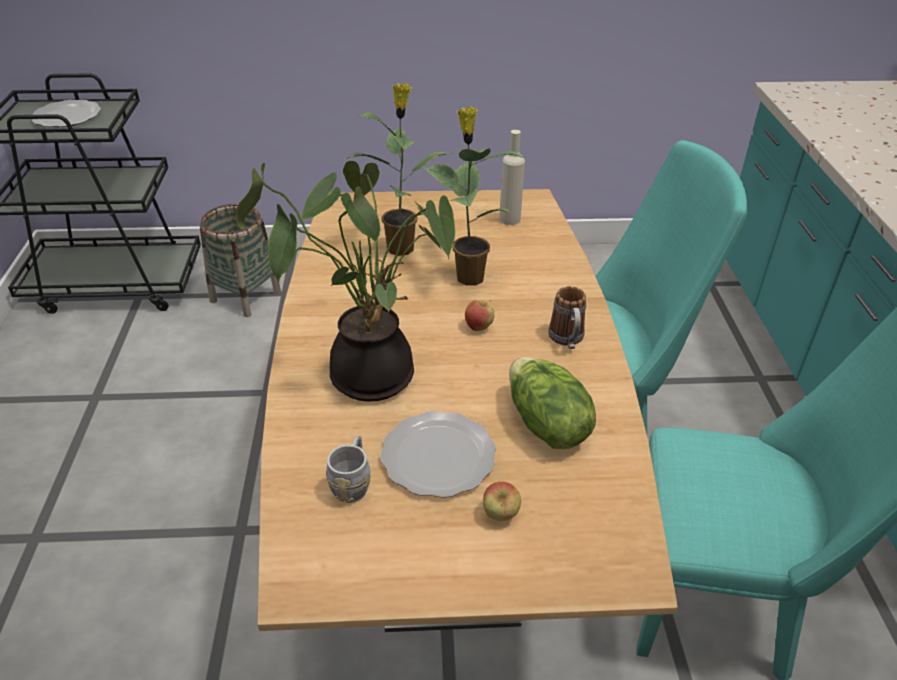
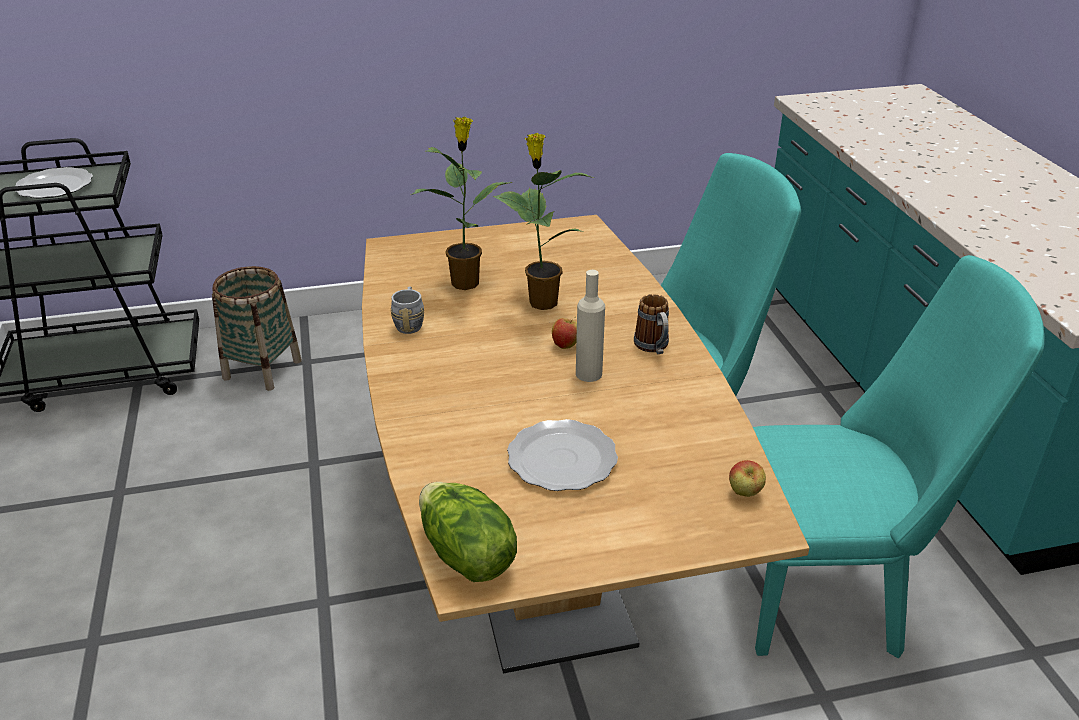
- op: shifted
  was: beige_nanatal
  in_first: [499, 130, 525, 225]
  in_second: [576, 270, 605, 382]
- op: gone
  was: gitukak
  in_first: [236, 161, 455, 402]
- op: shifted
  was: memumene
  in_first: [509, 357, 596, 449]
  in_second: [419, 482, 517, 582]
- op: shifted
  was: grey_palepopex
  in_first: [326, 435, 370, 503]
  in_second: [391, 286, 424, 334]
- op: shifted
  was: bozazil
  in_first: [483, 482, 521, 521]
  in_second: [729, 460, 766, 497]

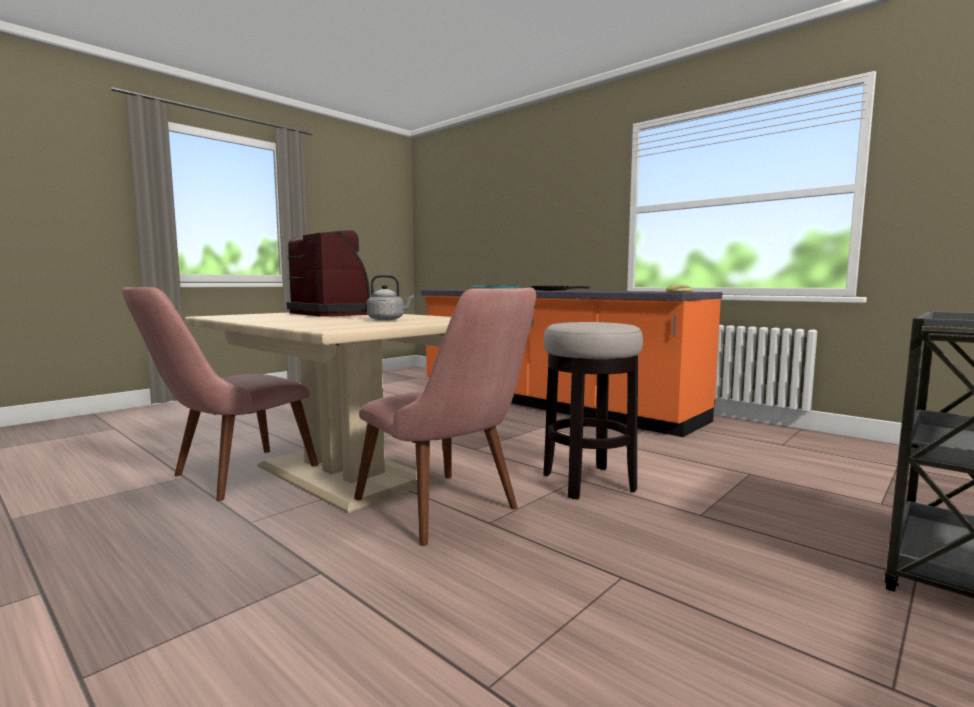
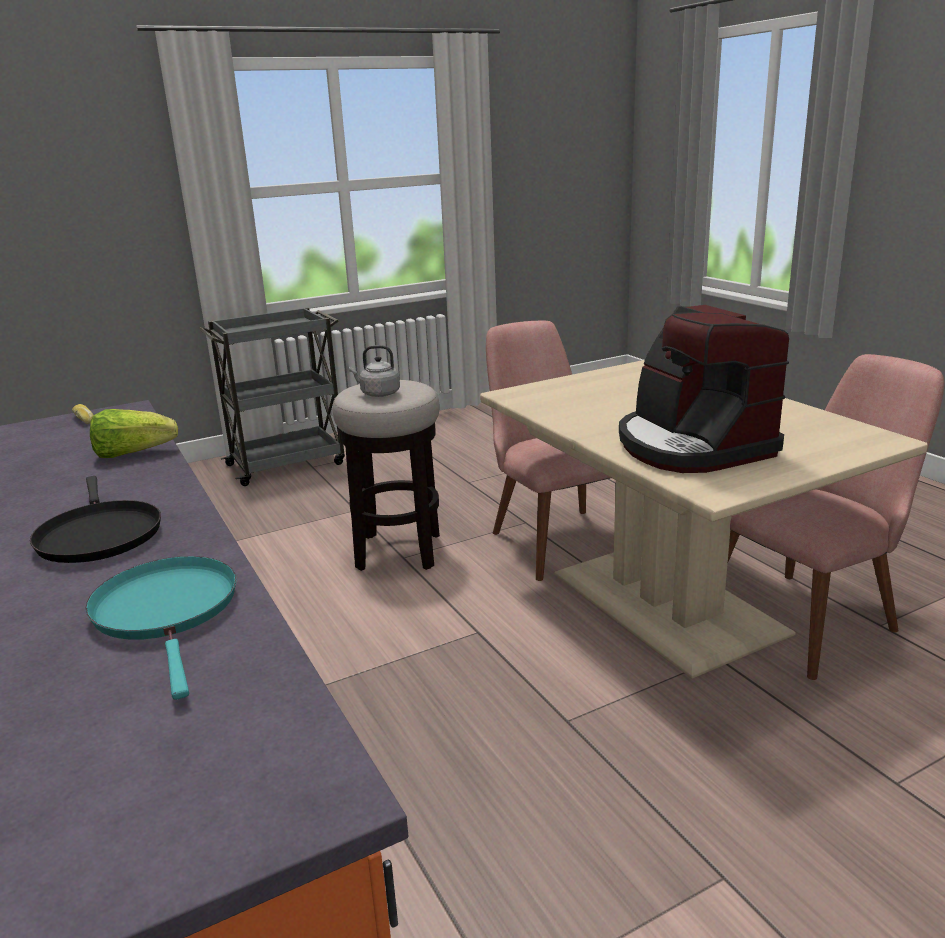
- op: shifted
  was: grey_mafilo
  in_first: [367, 275, 414, 320]
  in_second: [349, 345, 400, 397]
- op: new
  now: memumene
  in_second: [90, 409, 178, 458]

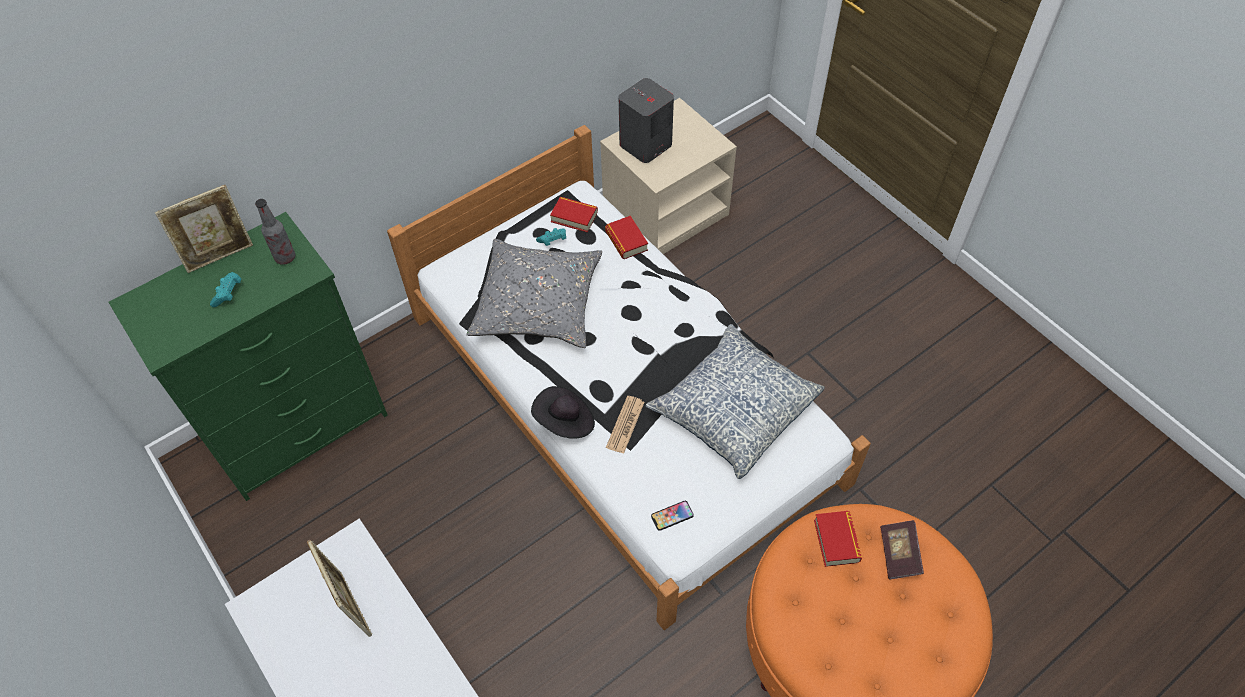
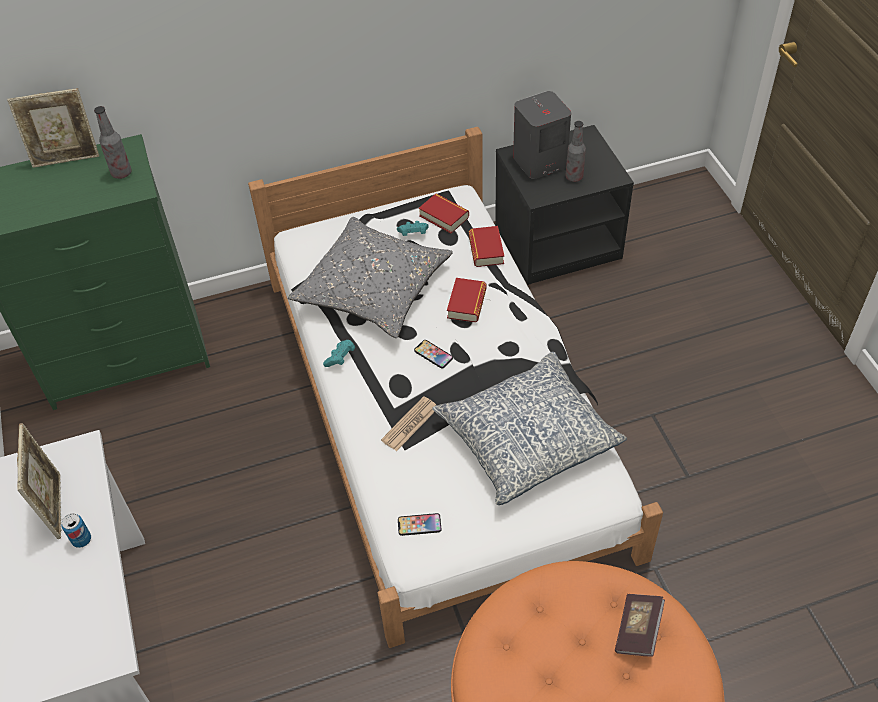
- op: repainted
  was: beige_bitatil
  now: black_bitatil
  in_first: [600, 98, 737, 254]
  in_second: [495, 125, 634, 285]
- op: shifted
  was: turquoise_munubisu
  in_first: [210, 272, 242, 307]
  in_second: [323, 340, 355, 367]
- op: gone
  was: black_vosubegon
  in_first: [531, 386, 595, 439]
- op: shifted
  was: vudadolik
  in_first: [814, 511, 862, 567]
  in_second: [447, 278, 486, 322]
- op: new
  now: nanatal
  in_second: [566, 121, 586, 182]
- op: new
  now: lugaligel
  in_second: [414, 340, 453, 368]
- op: new
  now: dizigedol
  in_second: [62, 514, 91, 548]

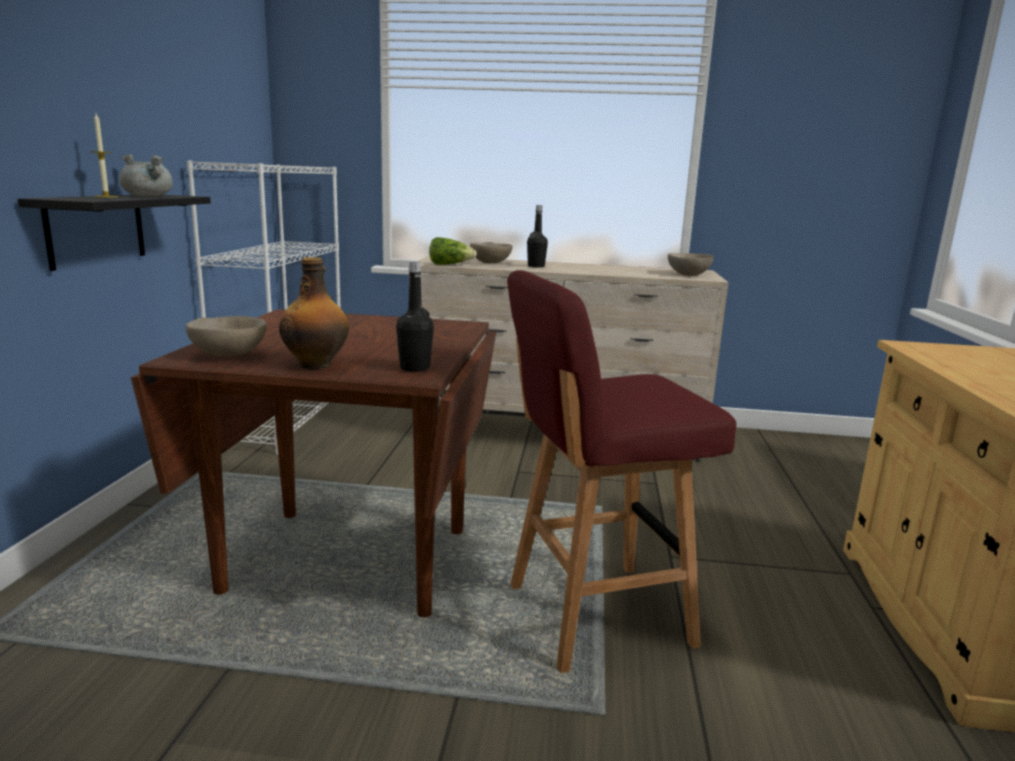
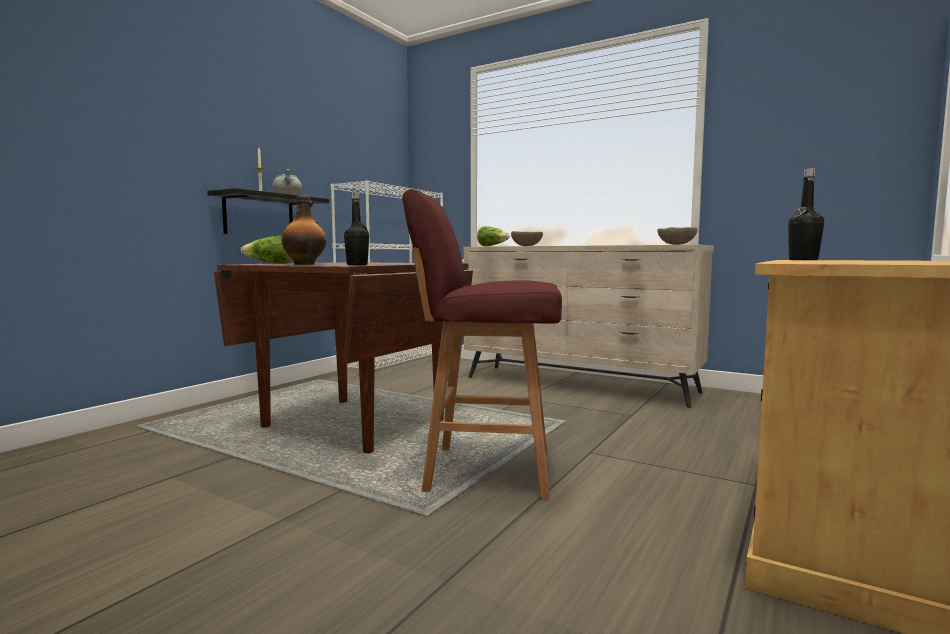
- op: shifted
  was: black_nanatal
  in_first: [527, 205, 548, 268]
  in_second: [788, 168, 824, 260]
- op: swapped
  was: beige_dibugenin
  now: memumene
  in_first: [186, 316, 267, 357]
  in_second: [241, 236, 292, 264]

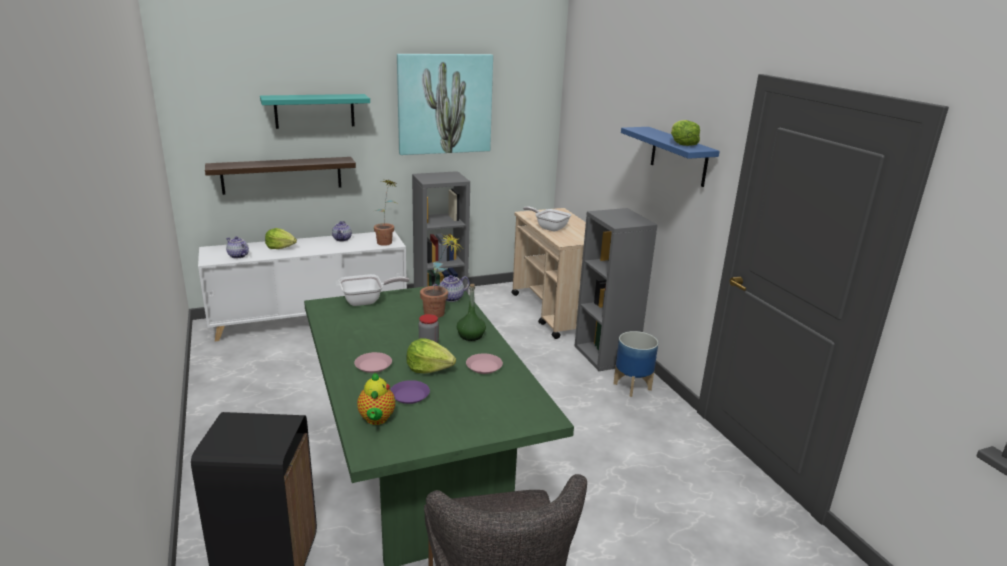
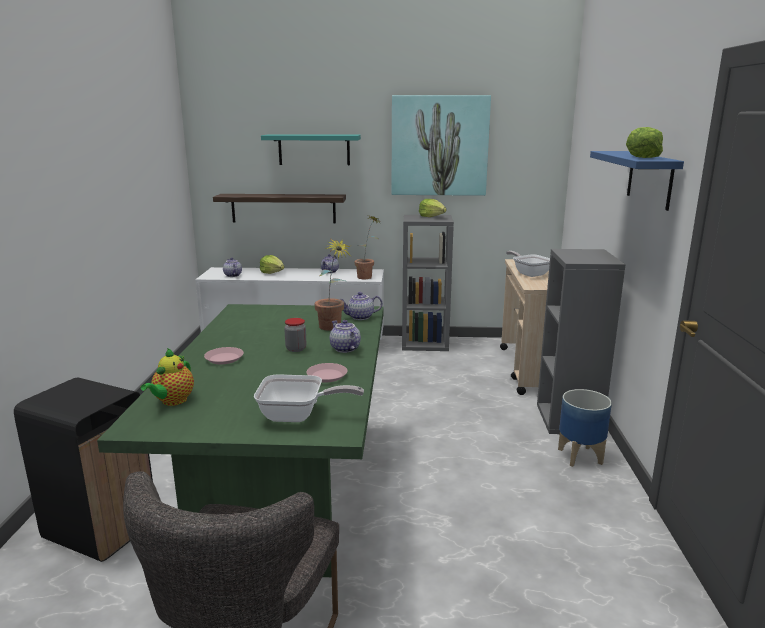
- op: shifted
  was: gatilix
  in_first: [339, 274, 409, 306]
  in_second: [254, 374, 364, 422]
- op: swapped
  was: green_nanatal
  now: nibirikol
  in_first: [457, 284, 486, 341]
  in_second: [330, 320, 361, 353]
- op: shifted
  was: memumene
  in_first: [406, 338, 456, 374]
  in_second: [419, 199, 447, 217]
- op: gone
  was: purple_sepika
  in_first: [390, 380, 430, 404]

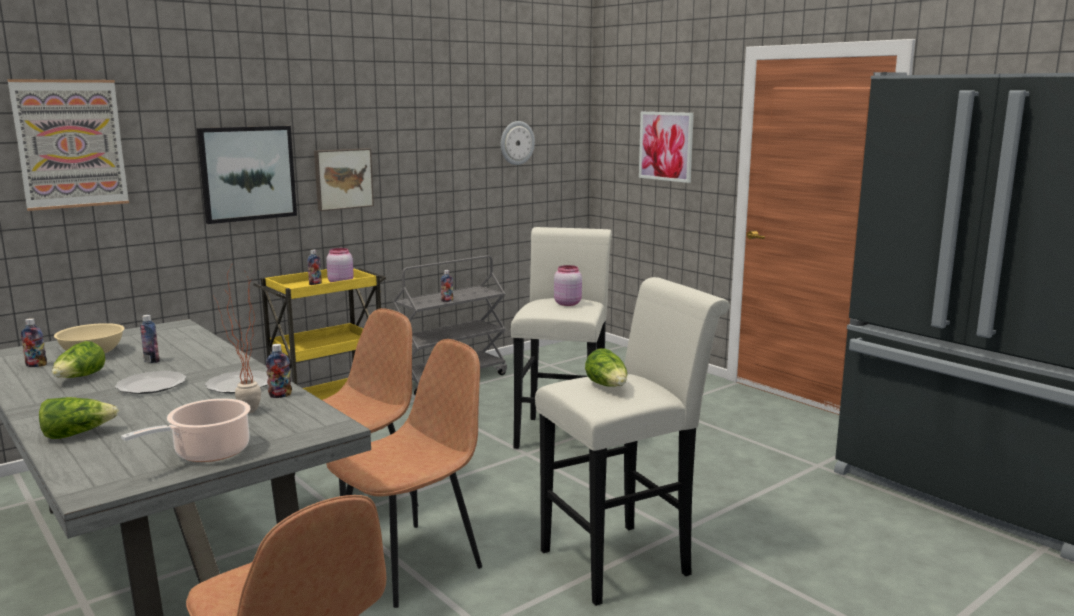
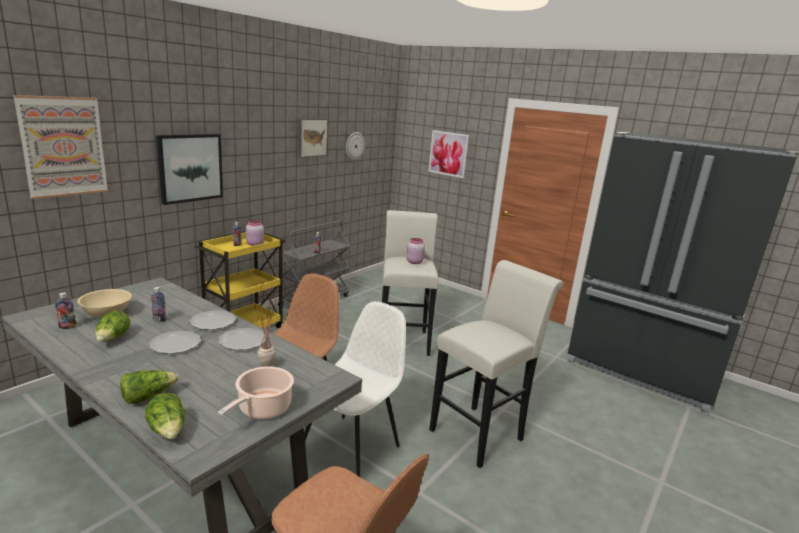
- op: shifted
  was: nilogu
  in_first: [314, 148, 374, 211]
  in_second: [297, 119, 328, 157]
- op: repainted
  was: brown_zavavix
  now: white_zavavix
  in_first: [327, 339, 482, 608]
  in_second: [304, 301, 406, 477]
- op: gone
  was: nanatal
  in_first: [266, 344, 292, 398]
- op: shifted
  was: memumene
  in_first: [585, 348, 627, 387]
  in_second: [145, 393, 185, 439]
- op: new
  now: sepika
  in_second: [190, 310, 236, 330]

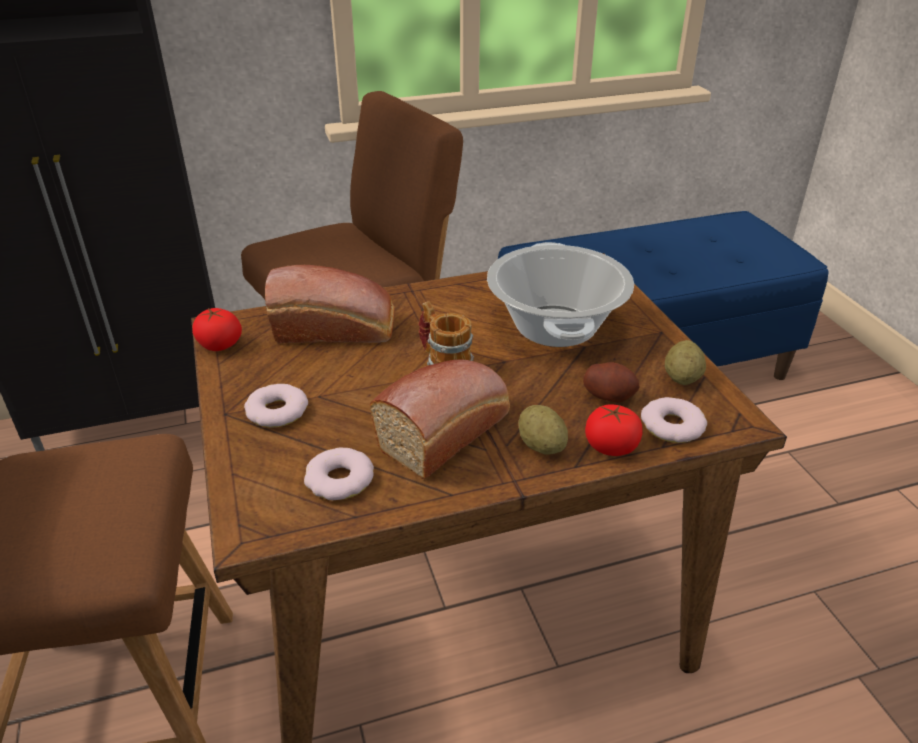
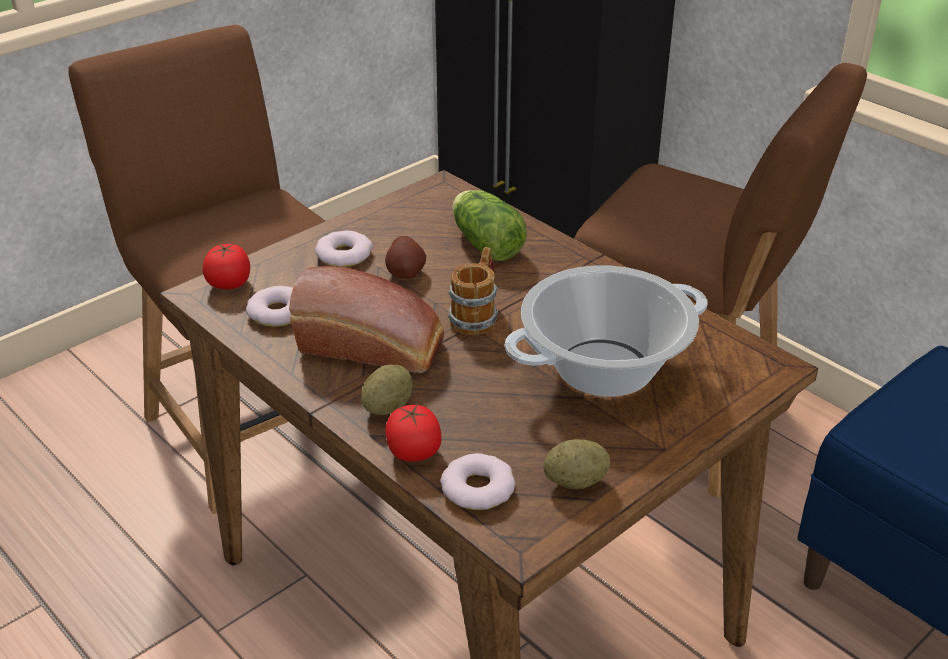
- op: swapped
  was: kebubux
  now: memumene
  in_first: [265, 265, 395, 343]
  in_second: [452, 190, 527, 261]
- op: shifted
  was: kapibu
  in_first: [192, 308, 242, 351]
  in_second: [202, 244, 250, 290]
- op: shifted
  was: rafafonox
  in_first: [583, 362, 640, 403]
  in_second: [385, 236, 426, 279]

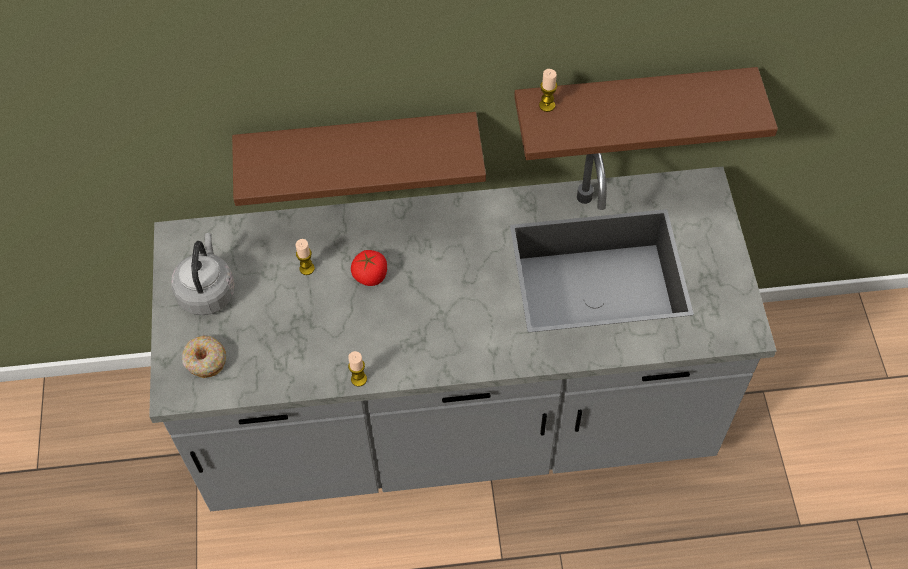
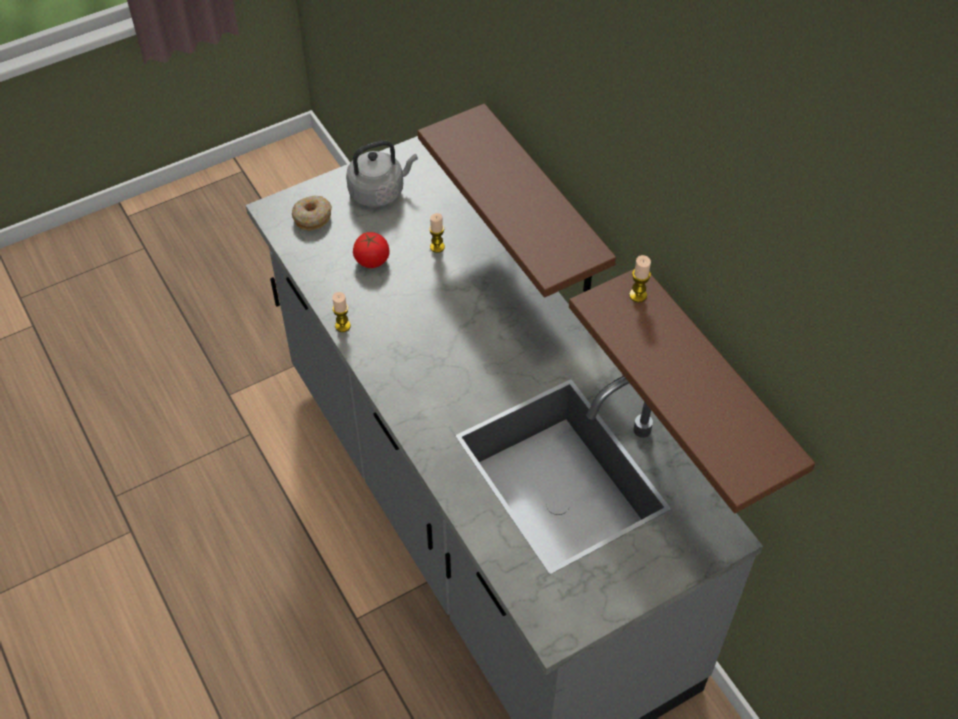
- op: shifted
  was: kapibu
  in_first: [351, 250, 387, 286]
  in_second: [353, 232, 390, 268]

